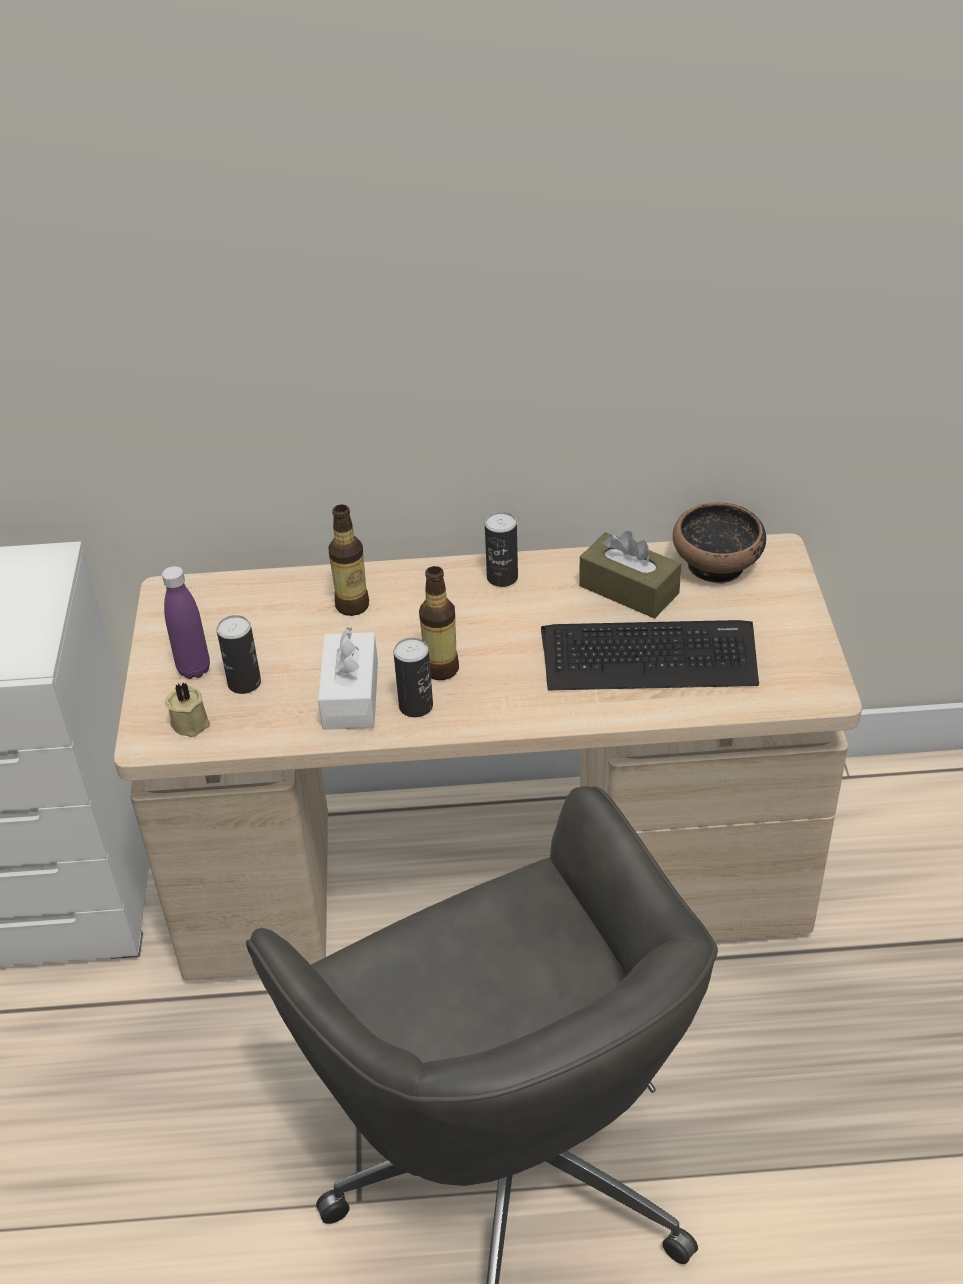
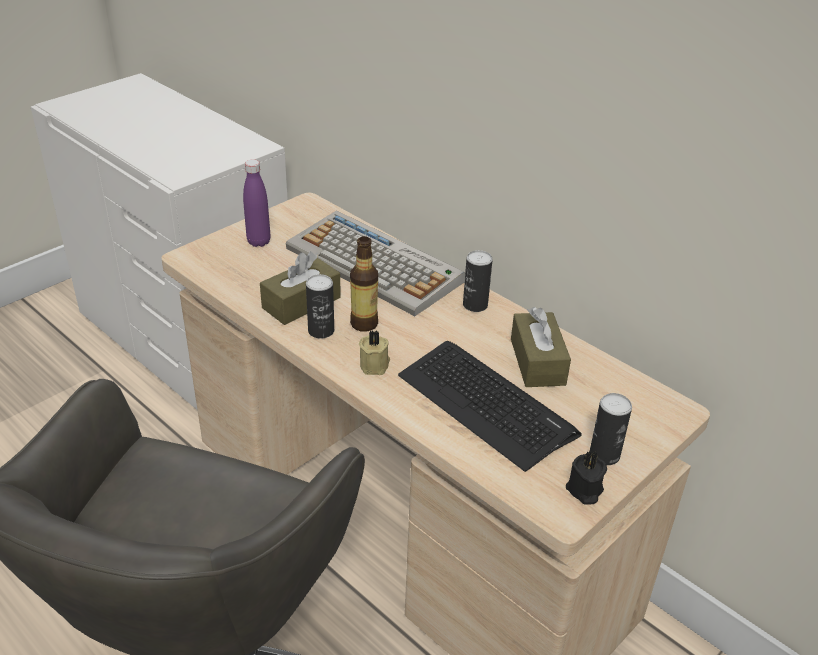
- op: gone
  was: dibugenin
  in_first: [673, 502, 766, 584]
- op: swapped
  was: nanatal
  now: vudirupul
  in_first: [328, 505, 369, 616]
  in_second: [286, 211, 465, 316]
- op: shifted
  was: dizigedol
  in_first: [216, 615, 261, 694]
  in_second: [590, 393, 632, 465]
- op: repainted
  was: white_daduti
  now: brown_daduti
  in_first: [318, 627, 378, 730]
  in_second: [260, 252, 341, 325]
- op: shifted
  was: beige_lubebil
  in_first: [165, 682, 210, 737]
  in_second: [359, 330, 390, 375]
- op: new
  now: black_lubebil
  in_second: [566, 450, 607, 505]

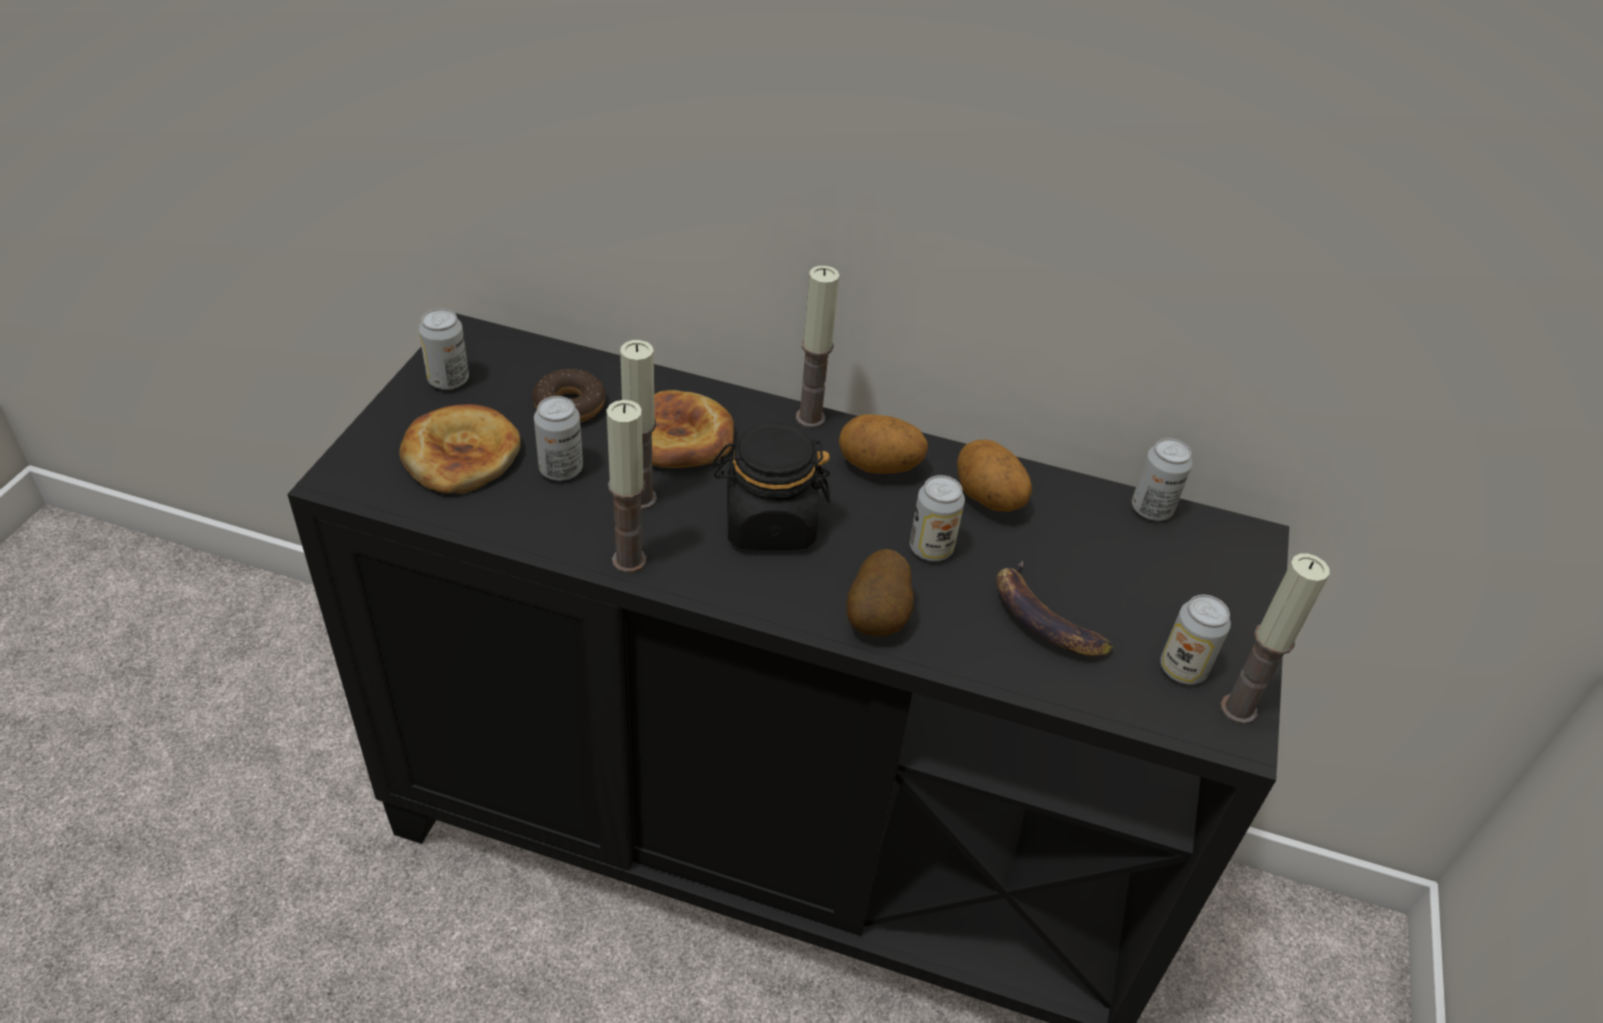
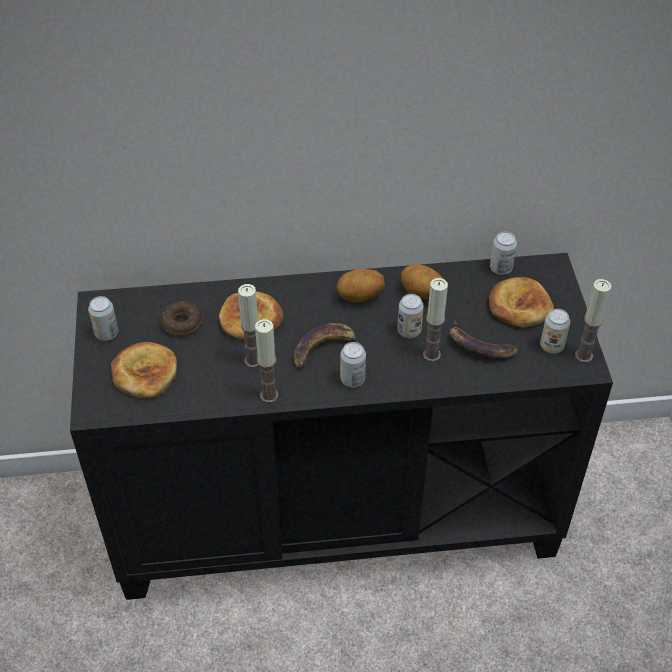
- op: shifted
  was: lubebil
  in_first: [796, 266, 840, 428]
  in_second: [423, 278, 448, 362]
- op: shifted
  was: dizigedol
  in_first: [534, 396, 583, 481]
  in_second: [340, 342, 366, 387]
- op: swapped
  was: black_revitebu
  now: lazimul
  in_first: [714, 423, 831, 550]
  in_second: [294, 323, 365, 369]
- op: gone
  was: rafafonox
  in_first: [846, 549, 914, 637]
- op: new
  now: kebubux
  in_second: [489, 277, 554, 327]

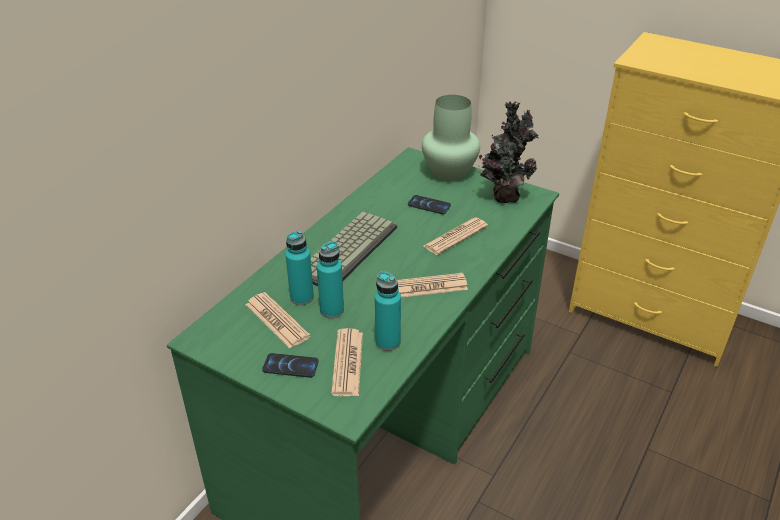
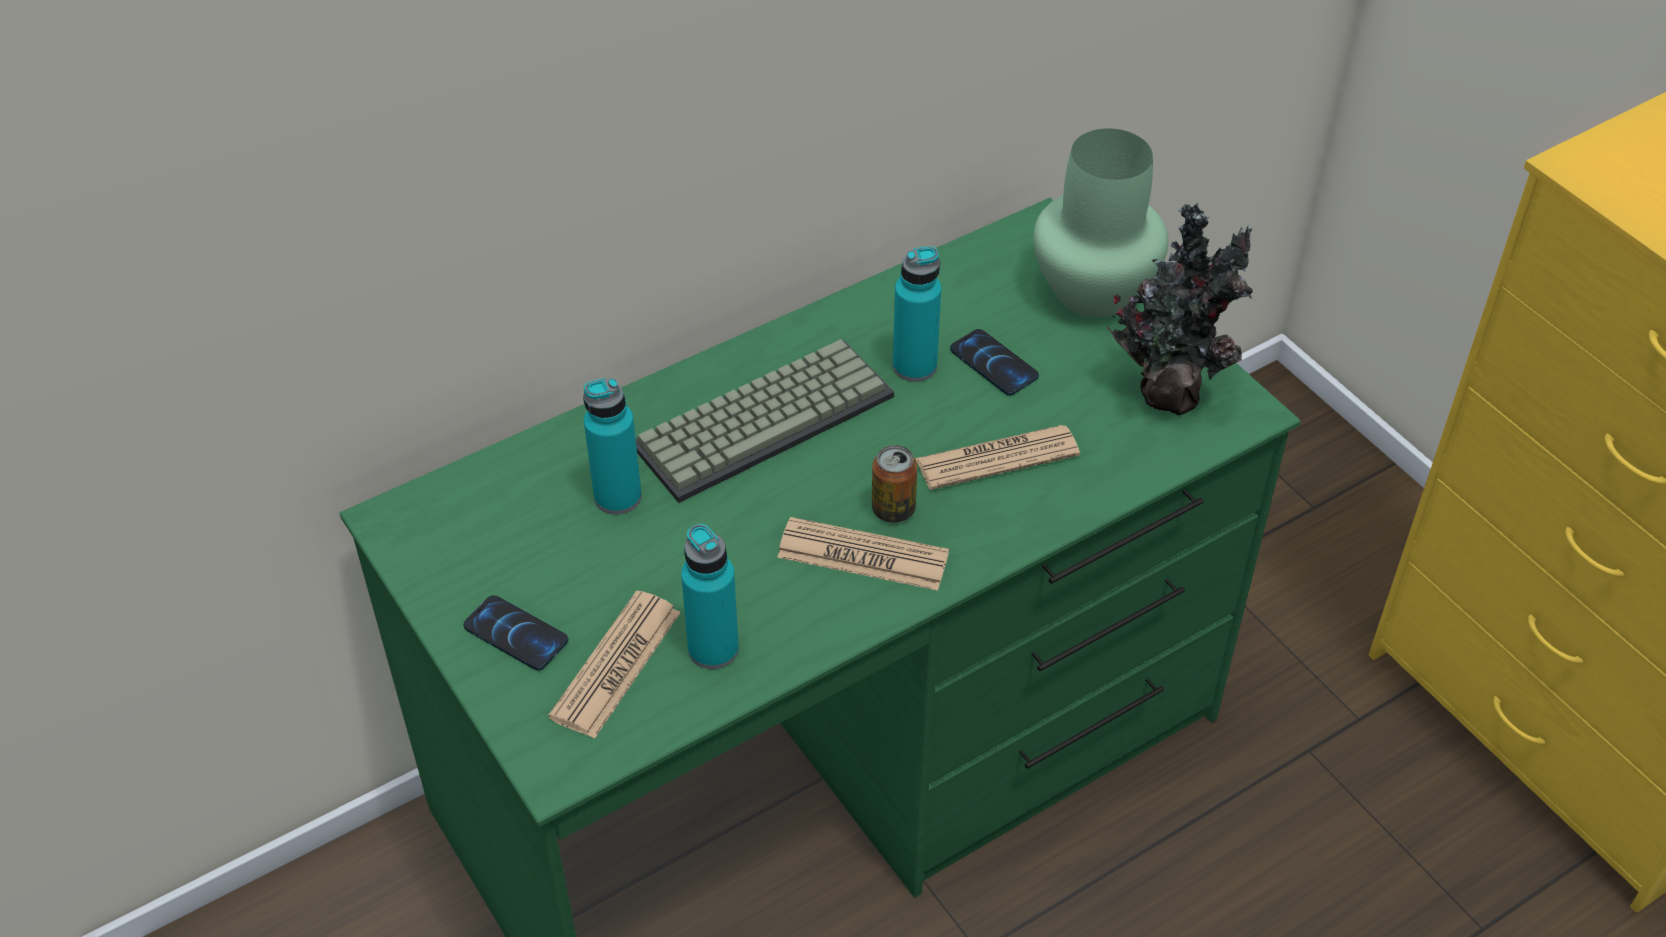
- op: shifted
  was: turquoise_nanatal
  in_first: [317, 241, 344, 318]
  in_second: [893, 246, 941, 382]
- op: gone
  was: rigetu
  in_first: [246, 292, 311, 349]
- op: new
  now: dizigedol
  in_second: [872, 445, 917, 523]

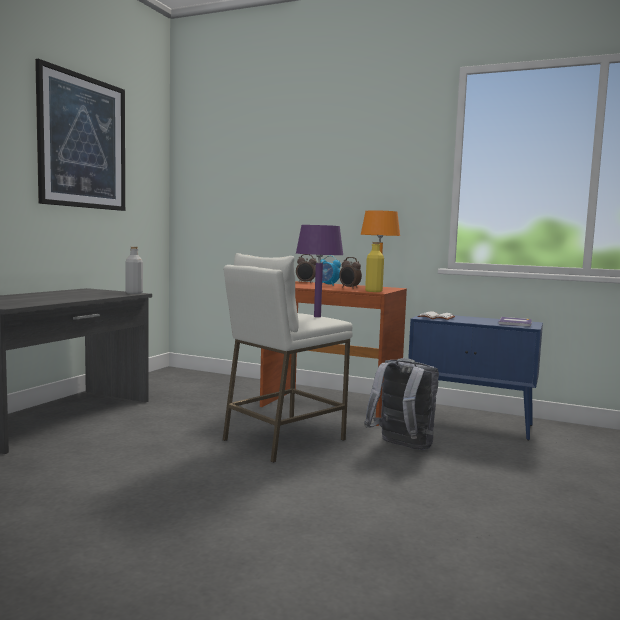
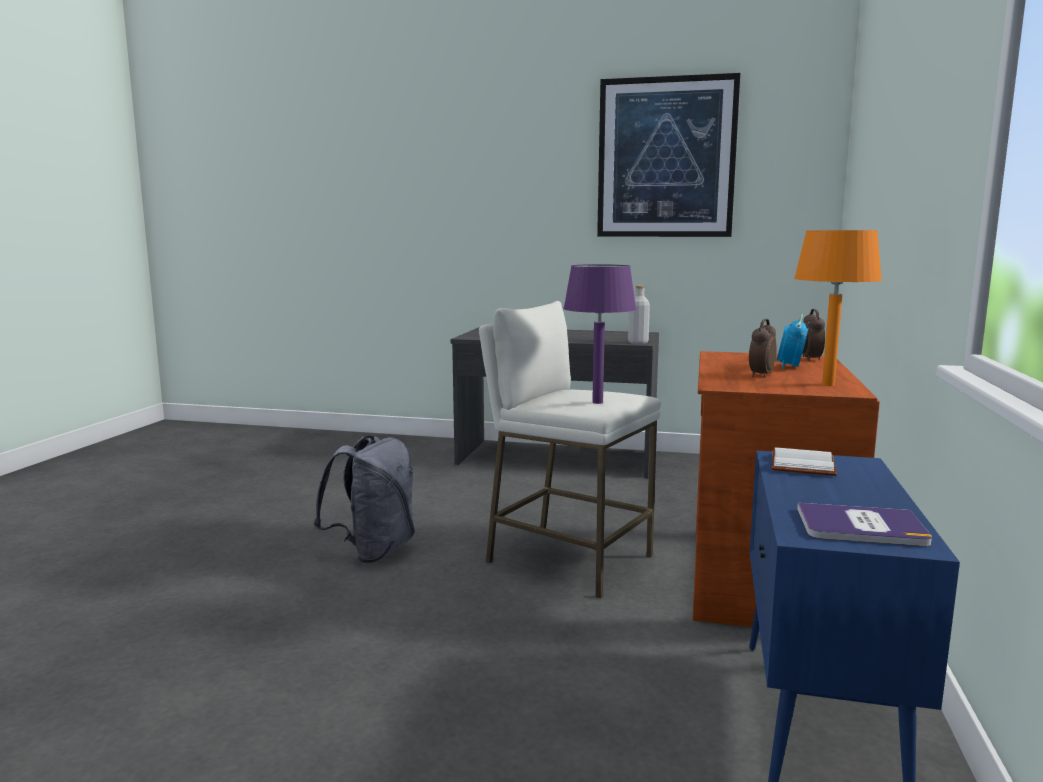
- op: gone
  was: yellow_nanatal
  in_first: [365, 242, 384, 292]
- op: shifted
  was: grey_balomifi
  in_first: [364, 358, 439, 450]
  in_second: [313, 435, 415, 564]

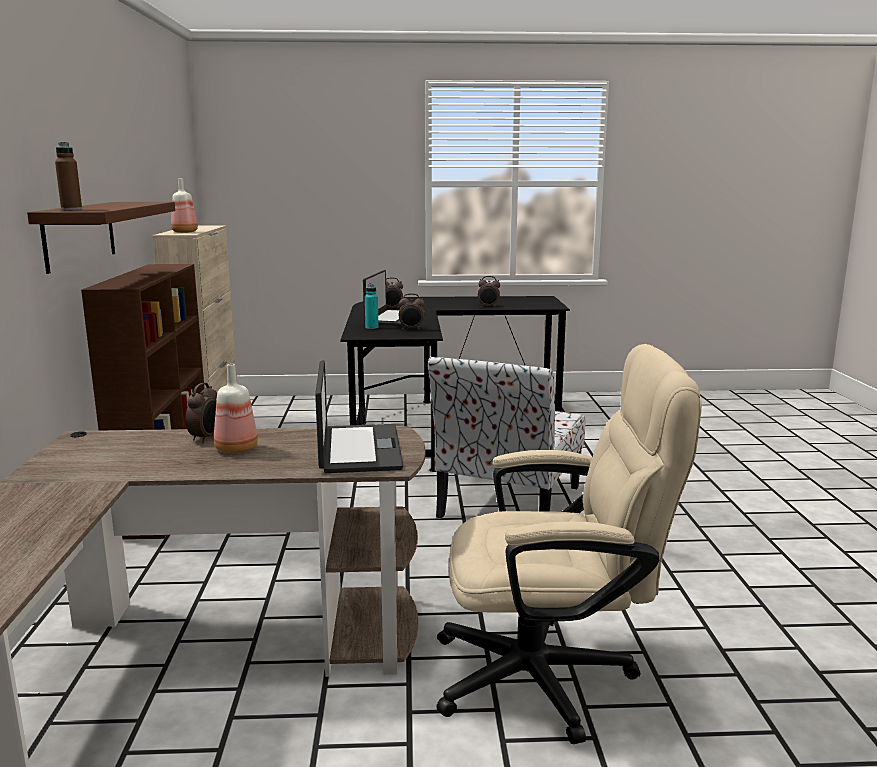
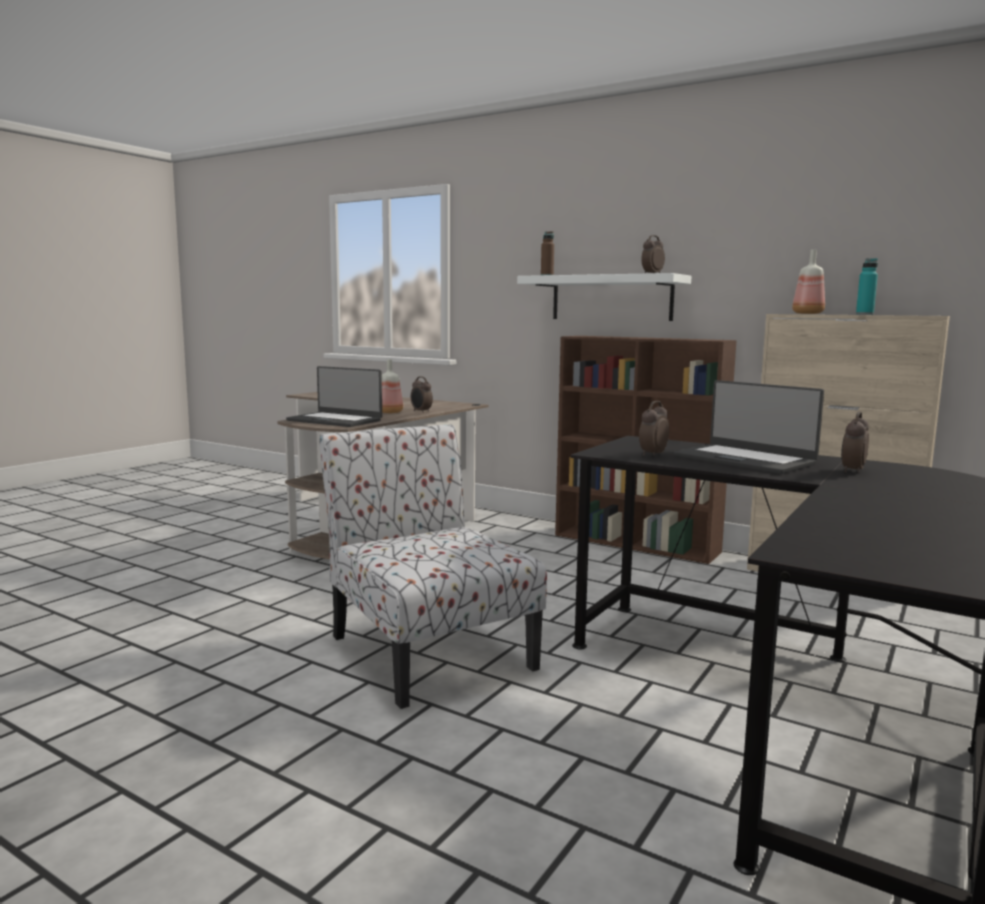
- op: repainted
  was: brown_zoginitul
  now: white_zoginitul
  in_first: [27, 202, 175, 274]
  in_second: [517, 273, 691, 321]
- op: shifted
  was: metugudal
  in_first: [478, 276, 500, 307]
  in_second: [641, 235, 665, 274]
- op: shifted
  was: turquoise_nanatal
  in_first: [365, 283, 379, 329]
  in_second: [856, 258, 878, 315]
- op: gone
  was: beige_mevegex
  in_first: [436, 344, 702, 744]

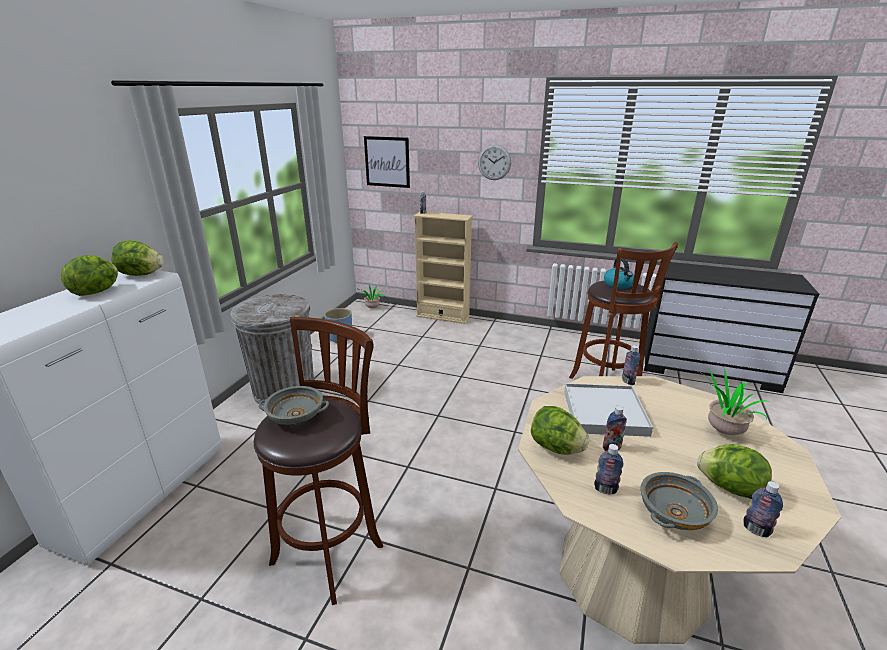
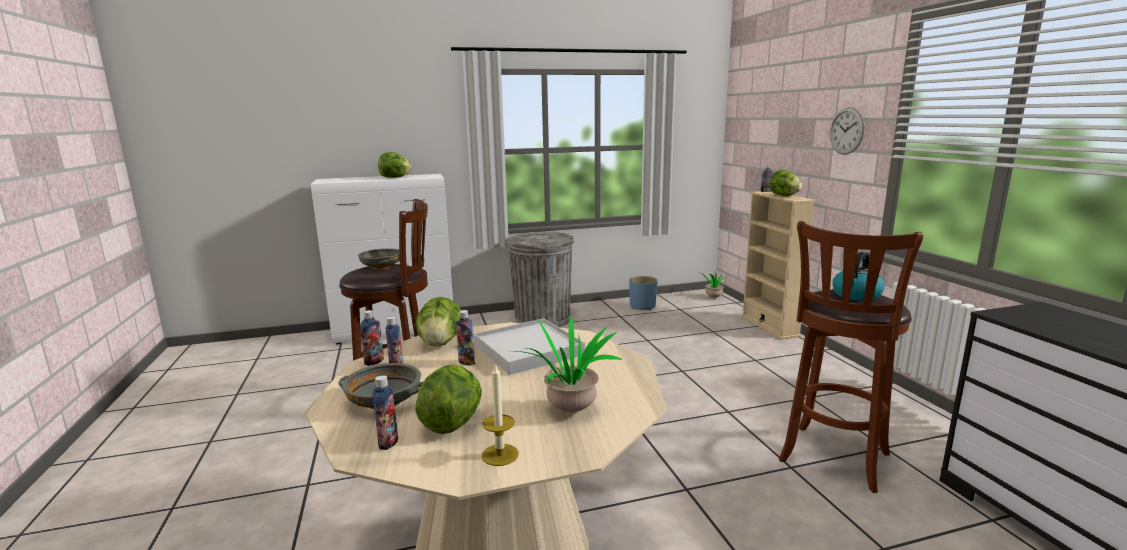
- op: gone
  was: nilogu
  in_first: [364, 136, 410, 188]
- op: shifted
  was: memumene
  in_first: [111, 240, 164, 276]
  in_second: [769, 170, 802, 196]
- op: shifted
  was: nanatal
  in_first: [622, 345, 640, 385]
  in_second: [360, 310, 384, 366]
- op: new
  now: lubebil
  in_second: [482, 363, 519, 466]

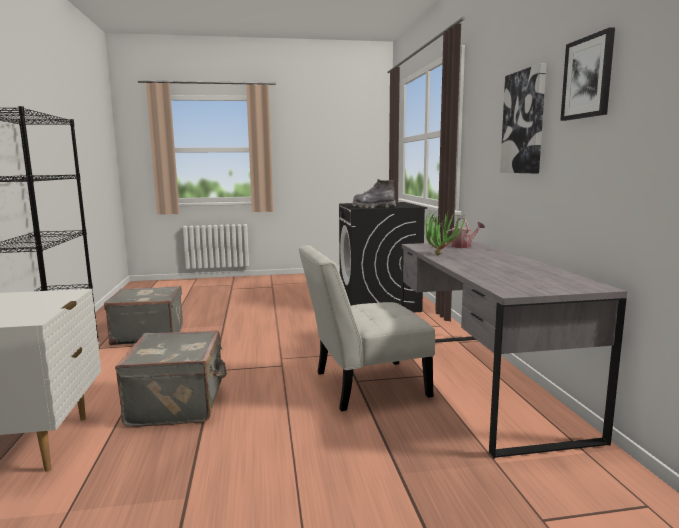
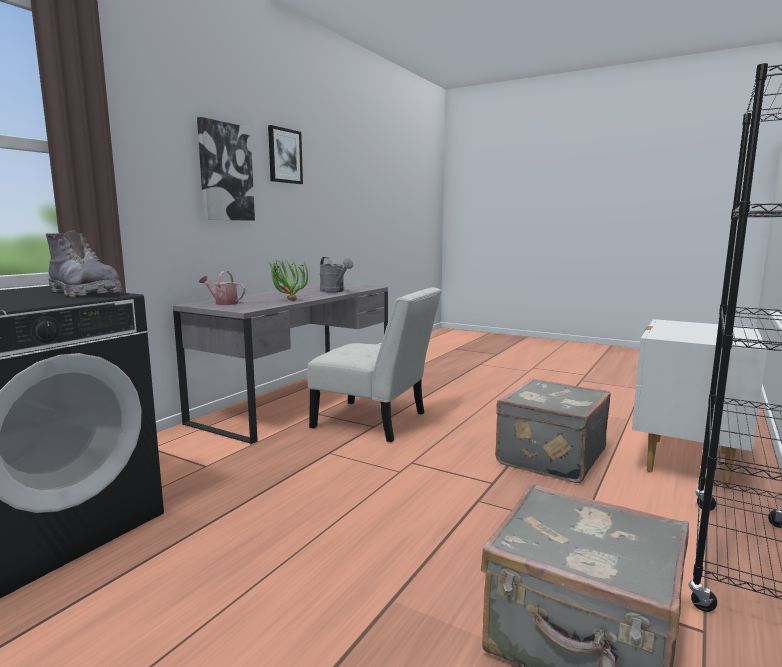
- op: new
  now: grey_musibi
  in_second: [320, 257, 353, 293]

